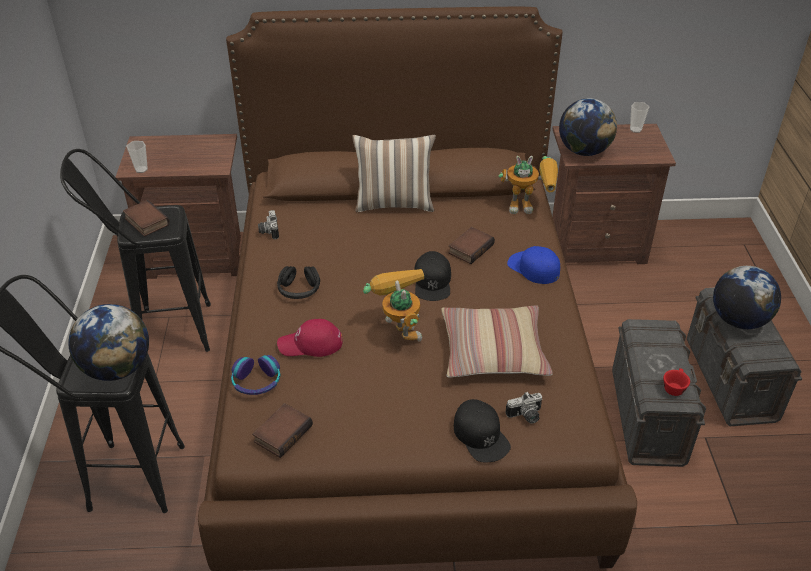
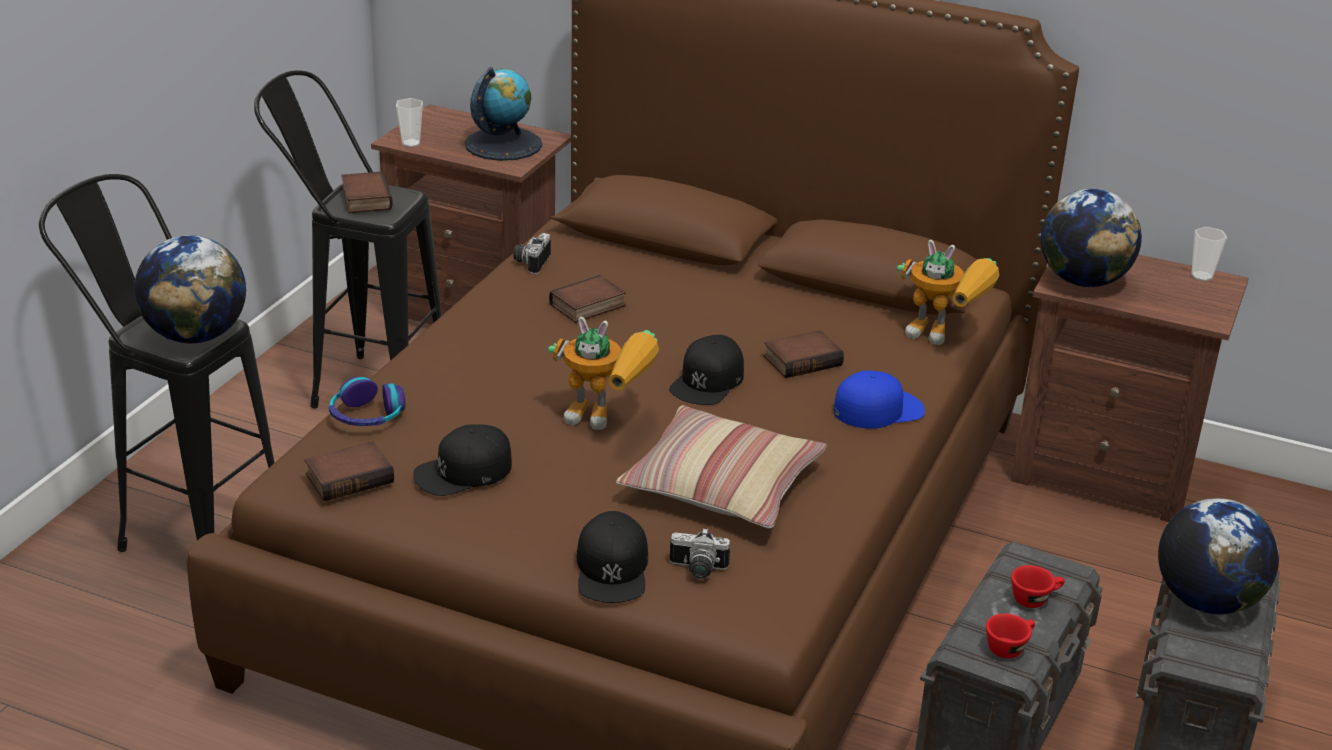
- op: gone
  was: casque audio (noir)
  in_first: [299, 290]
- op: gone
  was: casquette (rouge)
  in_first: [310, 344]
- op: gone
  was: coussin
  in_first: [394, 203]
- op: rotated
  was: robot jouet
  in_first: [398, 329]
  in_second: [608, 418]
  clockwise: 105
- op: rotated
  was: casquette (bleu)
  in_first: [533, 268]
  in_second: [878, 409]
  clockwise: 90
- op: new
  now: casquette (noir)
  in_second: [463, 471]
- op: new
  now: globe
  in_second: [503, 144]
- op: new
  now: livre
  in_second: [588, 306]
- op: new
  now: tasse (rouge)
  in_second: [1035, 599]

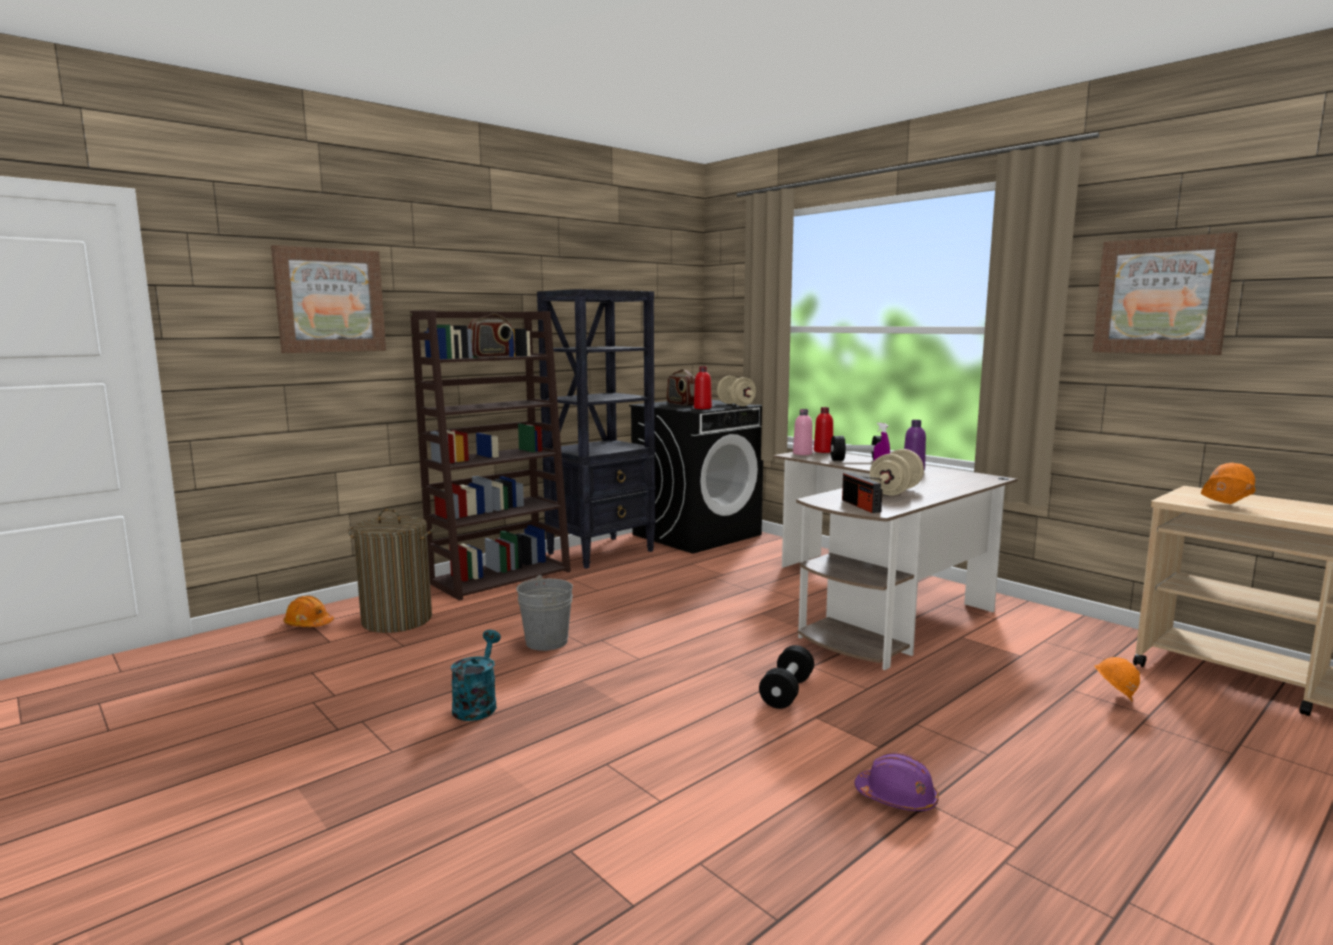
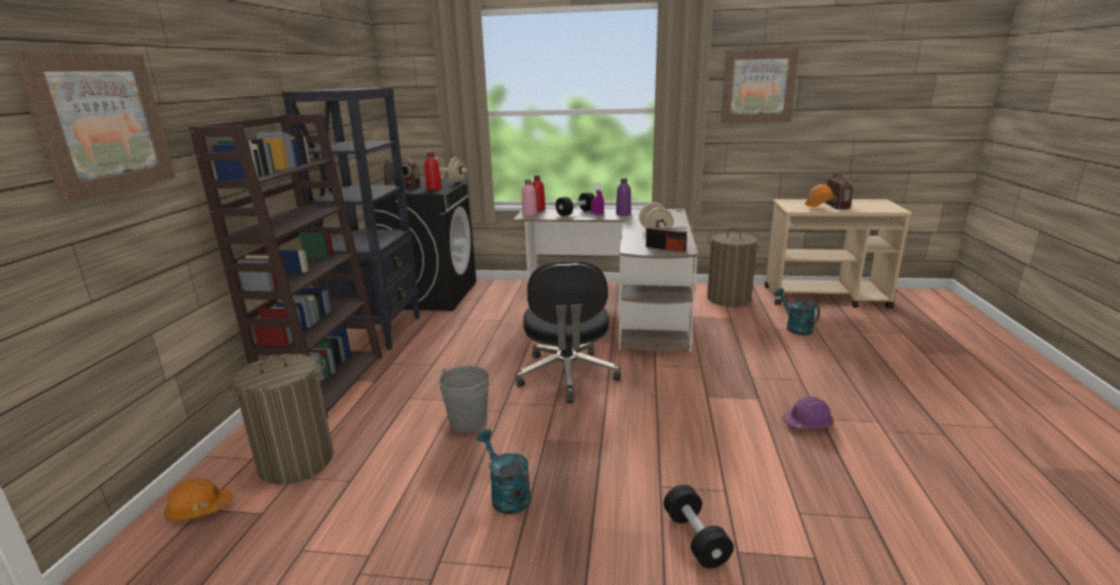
- op: shifted
  was: radio
  in_first: [491, 356]
  in_second: [836, 206]
- op: shifted
  was: haltère (noir)
  in_first: [787, 692]
  in_second: [695, 538]
- op: swapped
  was: casque de chantier (orange)
  now: arrosoir (turquoise)
  in_first: [1112, 699]
  in_second: [795, 327]
- op: new
  now: chaise de bureau (noir)
  in_second: [567, 376]
- op: new
  now: panier à linge
  in_second: [729, 299]

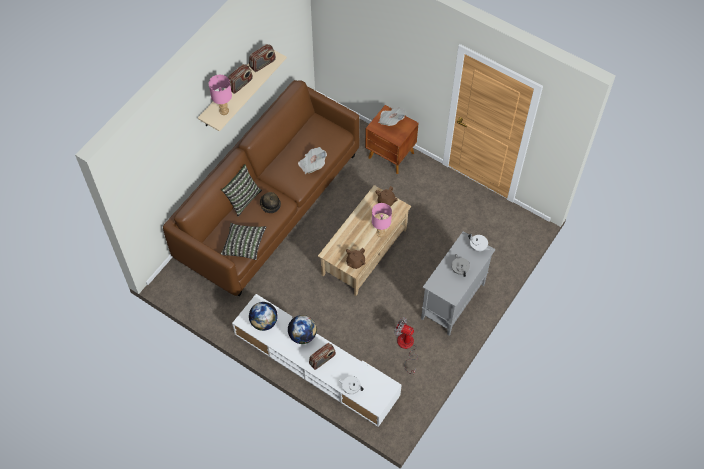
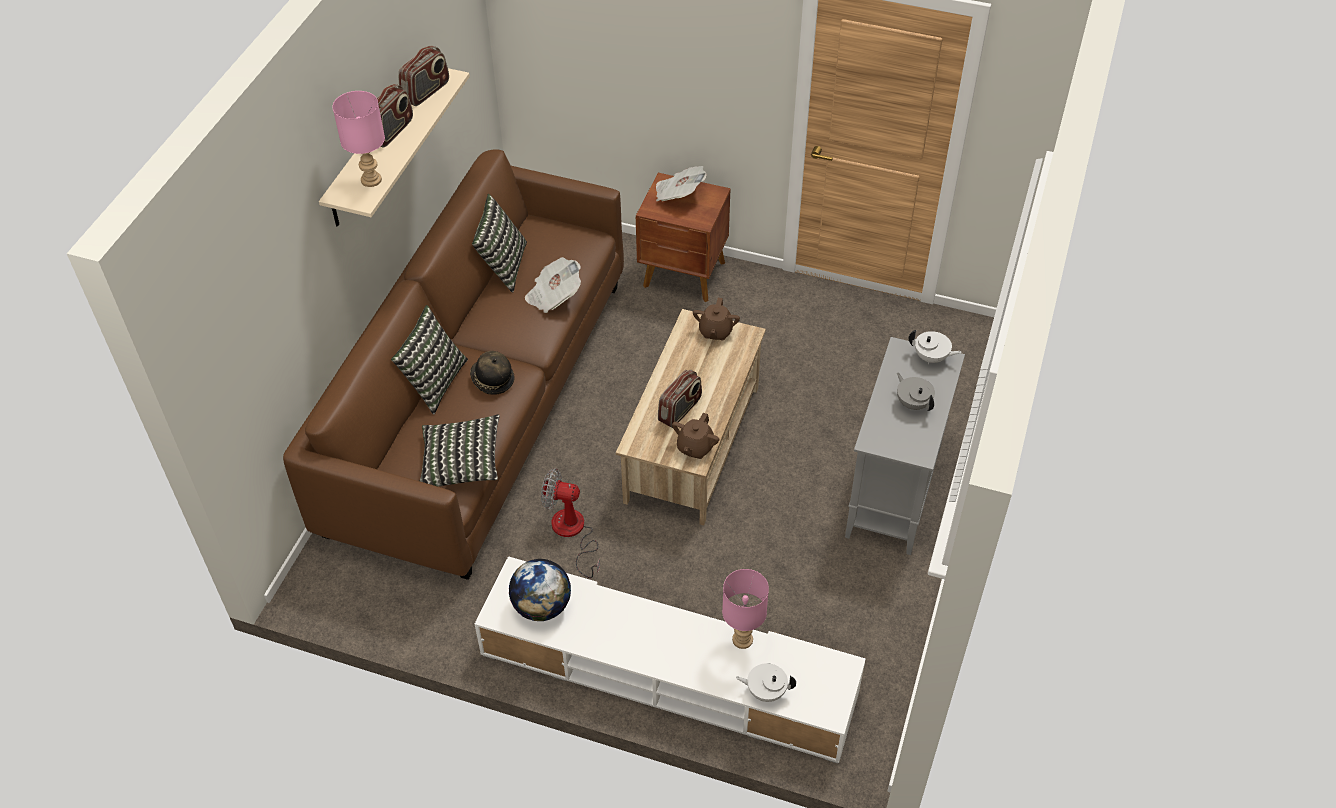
- op: gone
  was: globe
  in_first: [303, 335]
- op: shifted
  was: radio
  in_first: [322, 360]
  in_second: [680, 410]
- op: shifted
  was: lampe de table (rose)
  in_first: [380, 232]
  in_second: [742, 639]
- op: shifted
  was: ventilateur
  in_first: [406, 347]
  in_second: [572, 533]
- op: new
  now: coussin
  in_second: [502, 266]

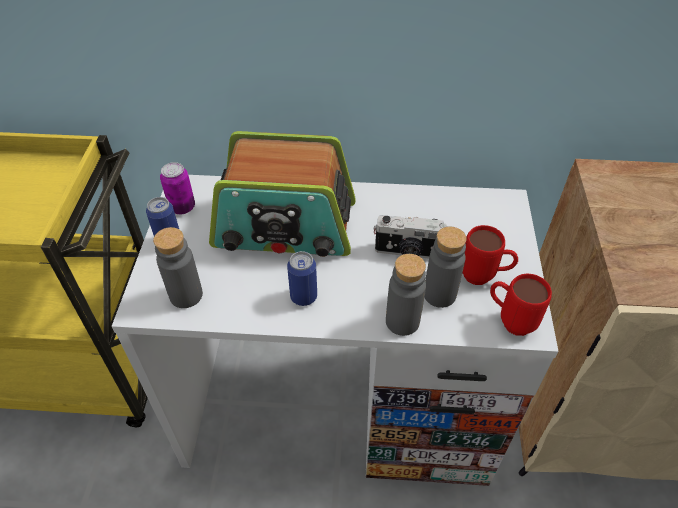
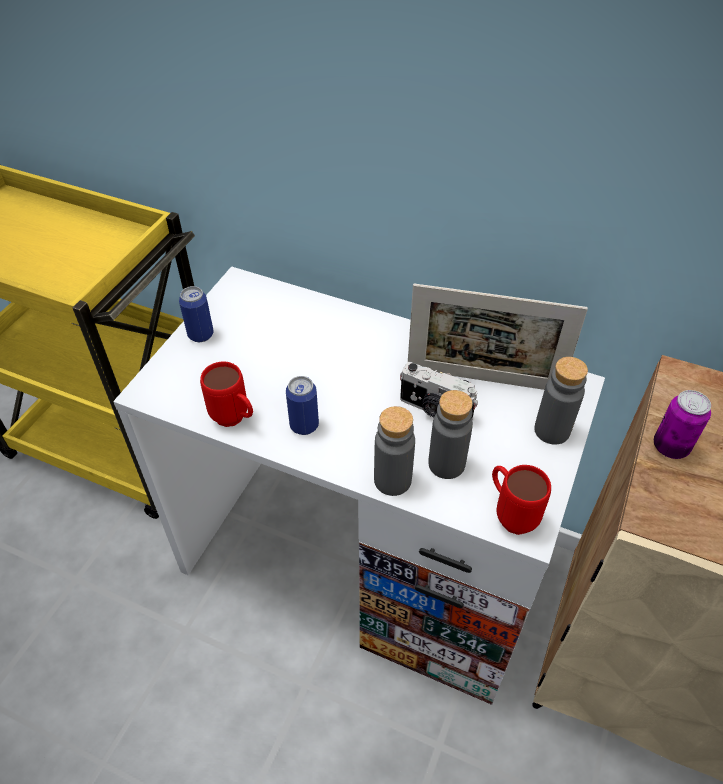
- op: shifted
  was: bouteille (gris)
  in_first: [186, 295]
  in_second: [552, 430]
- op: shifted
  was: boîte métallique
  in_first: [182, 207]
  in_second: [670, 447]
- op: gone
  was: radio
  in_first: [285, 226]
- op: shifted
  was: mug (rouge)
  in_first: [484, 277]
  in_second: [235, 420]
- op: new
  now: cadre photo
  in_second: [483, 379]

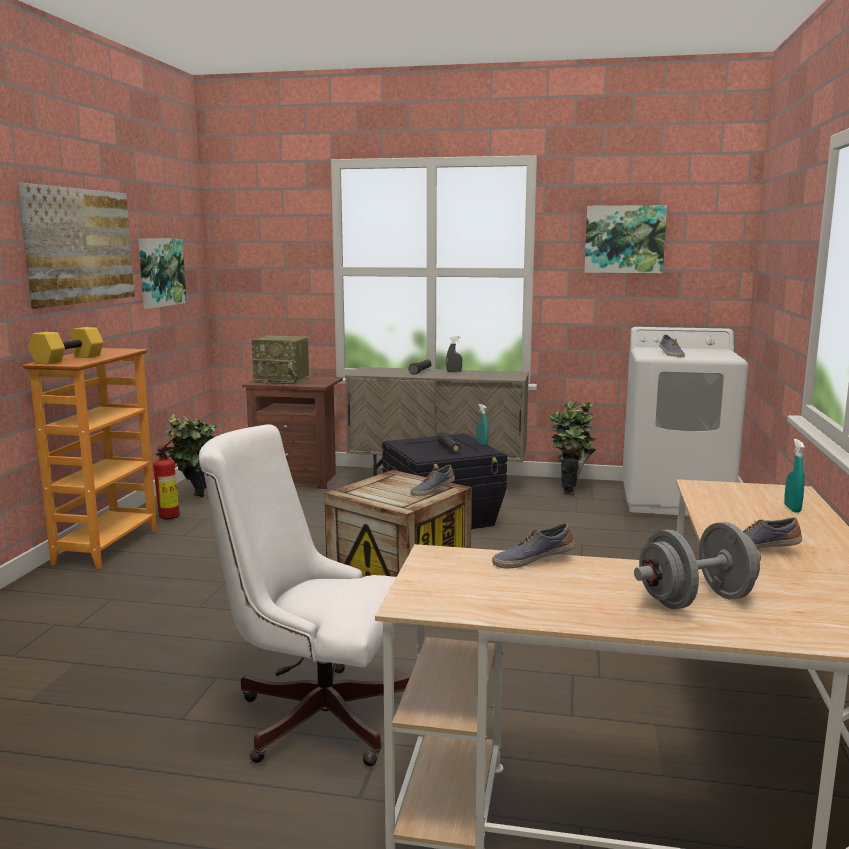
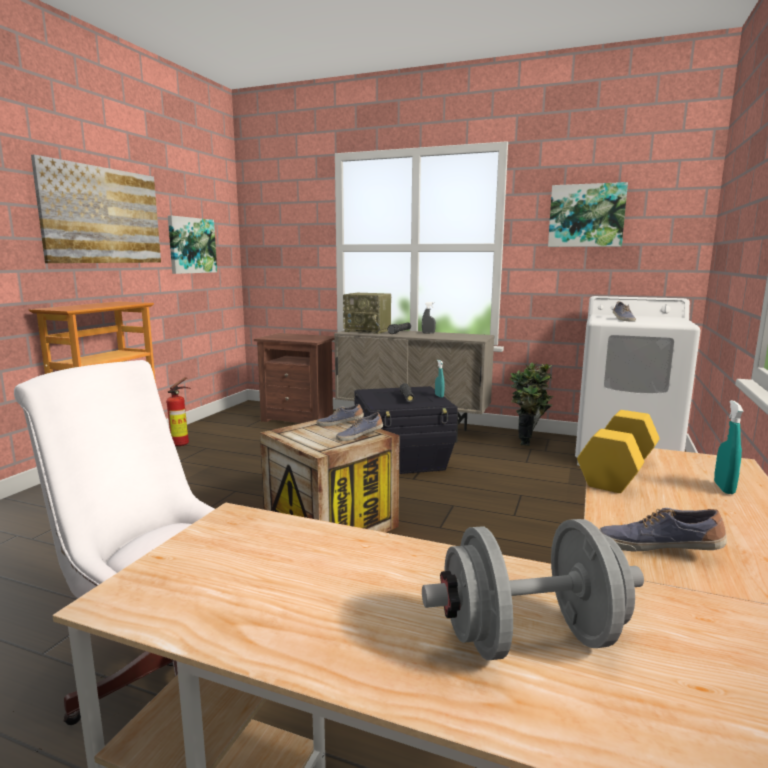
- op: shifted
  was: haltère (jaune)
  in_first: [68, 359]
  in_second: [619, 472]
- op: gone
  was: plante en pot
  in_first: [194, 501]
- op: shifted
  was: radio
  in_first: [283, 380]
  in_second: [368, 331]
- op: shifted
  was: chaussure
  in_first: [532, 560]
  in_second: [340, 424]

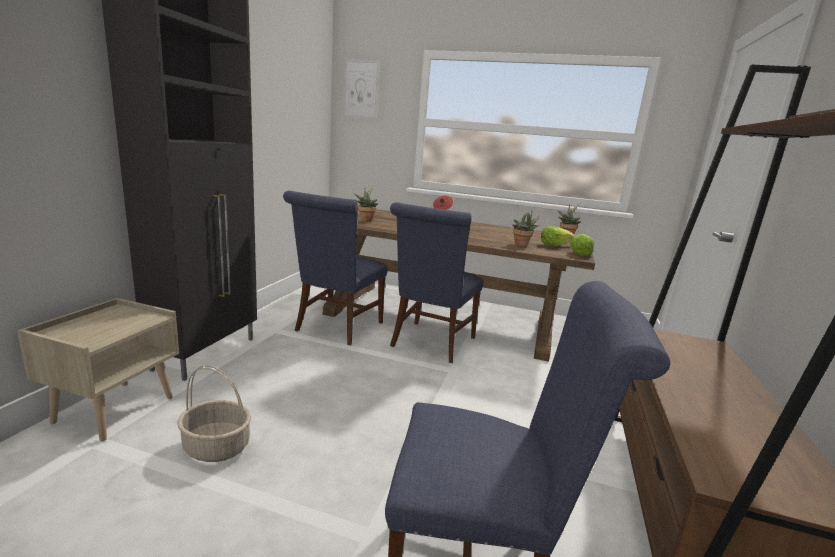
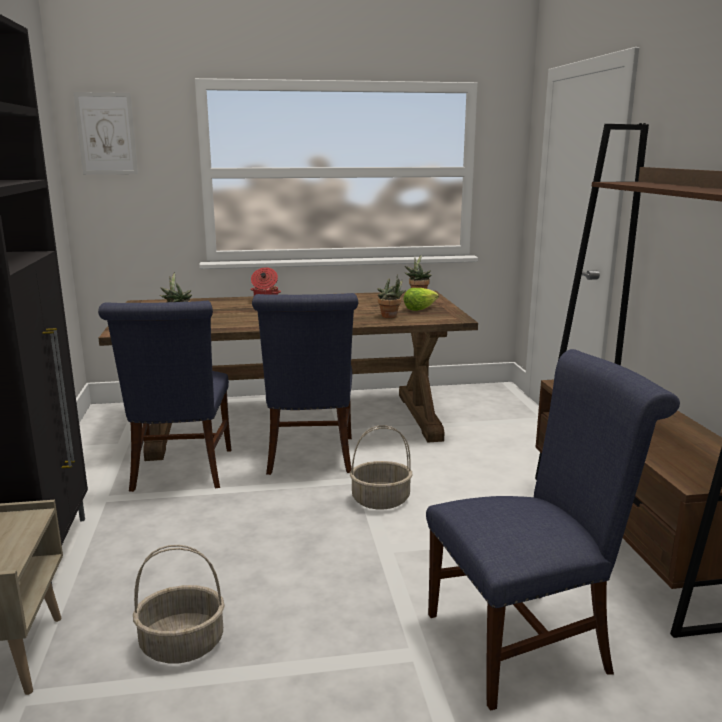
- op: gone
  was: laitue
  in_first: [579, 253]
- op: new
  now: panier
  in_second: [381, 500]

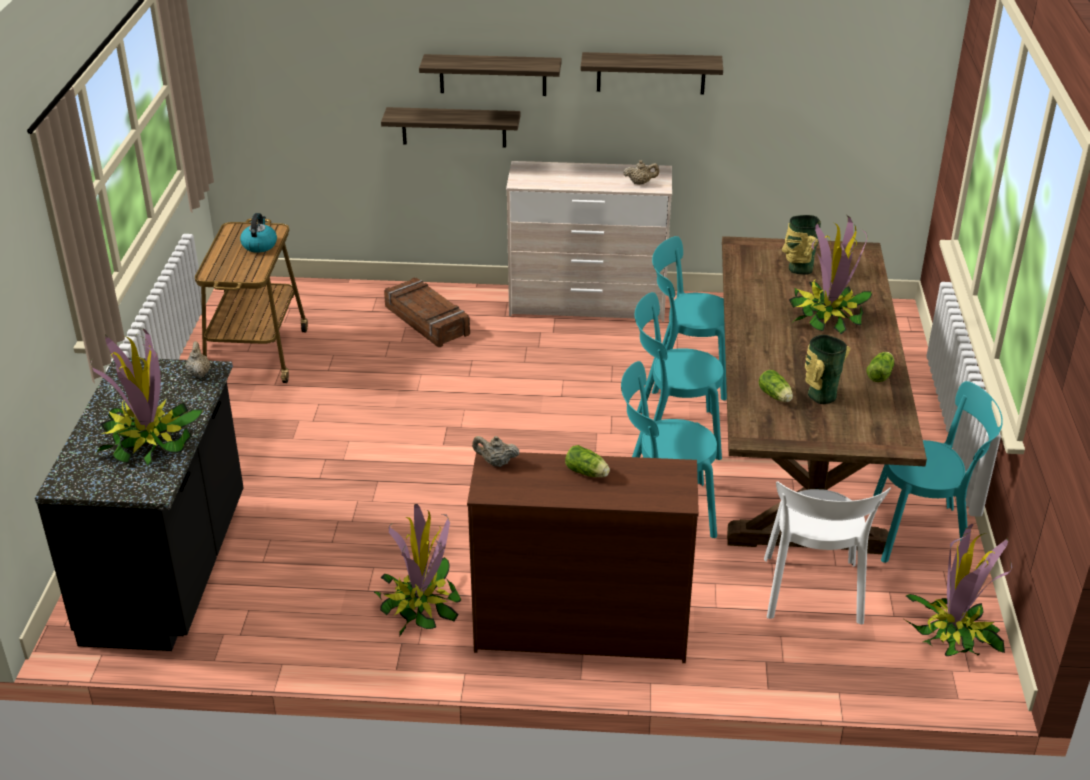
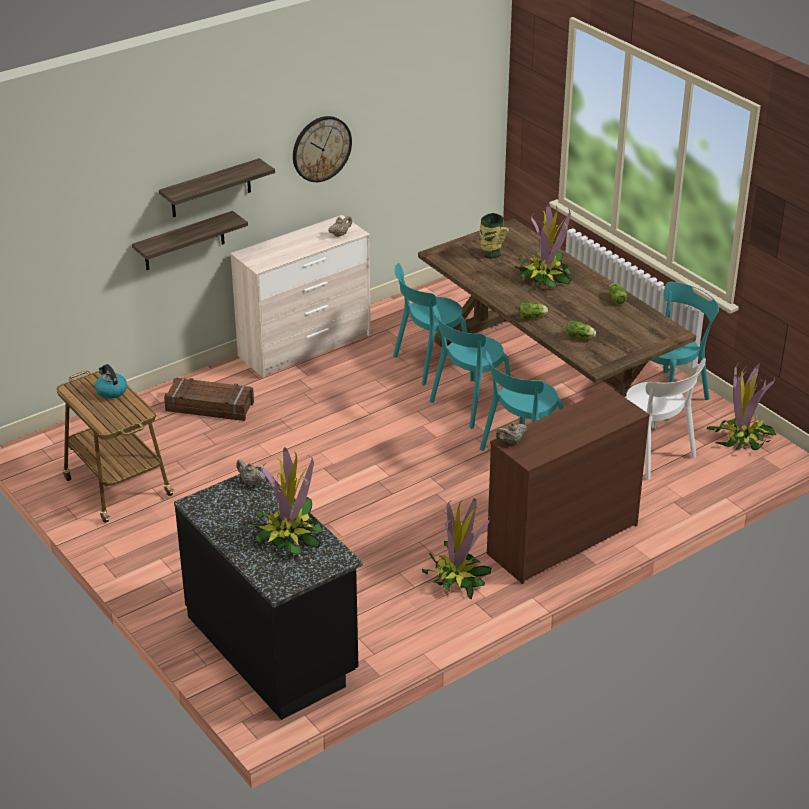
- op: shifted
  was: laitue
  in_first: [588, 473]
  in_second: [533, 317]
- op: swapped
  was: étagère
  now: horloge murale
  in_first: [651, 73]
  in_second: [321, 148]
- op: gone
  was: vase
  in_first: [820, 395]

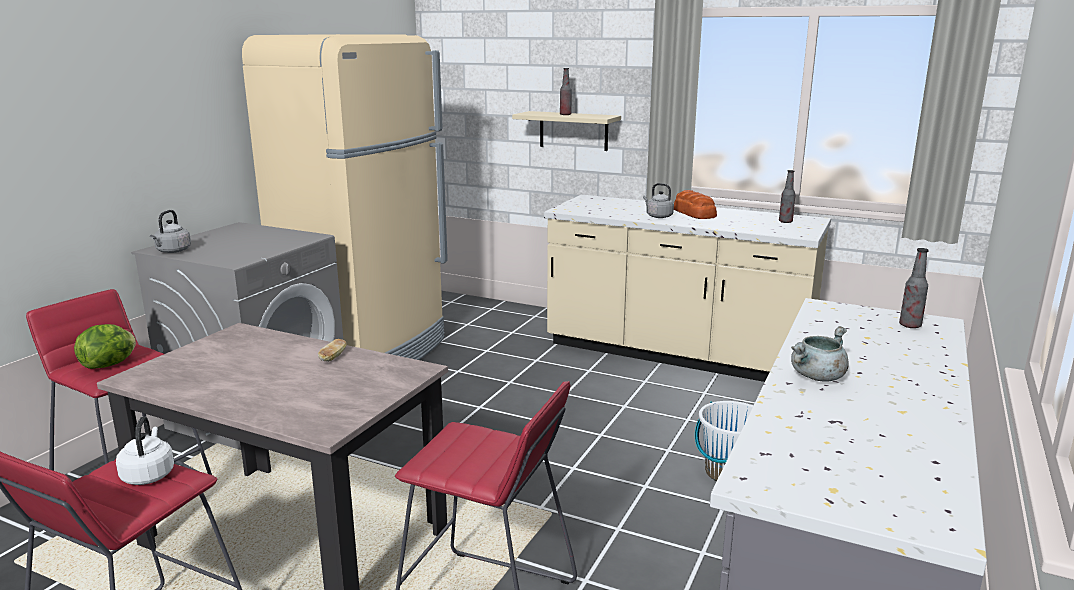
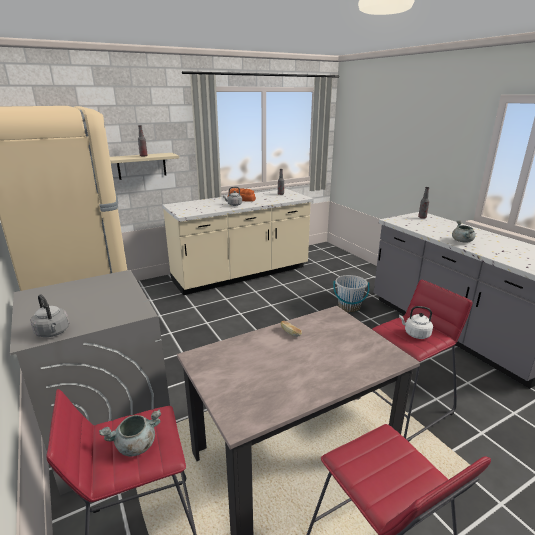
- op: swapped
  was: laitue
  now: marmite (gris)
  in_first: [110, 364]
  in_second: [135, 446]
- op: shifted
  was: bouilloire (blanc)
  in_first: [149, 474]
  in_second: [415, 334]

